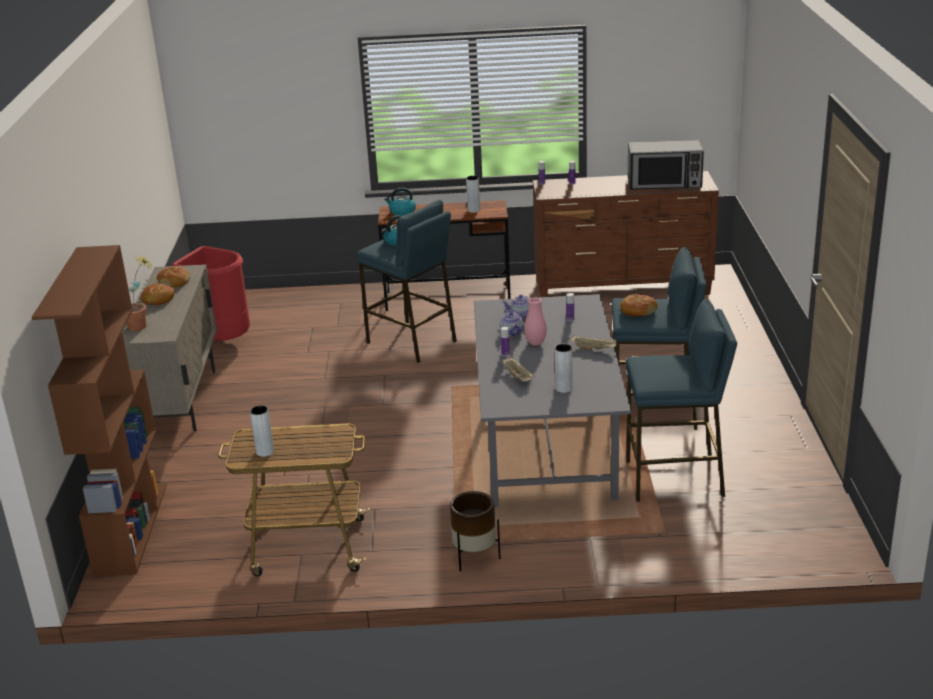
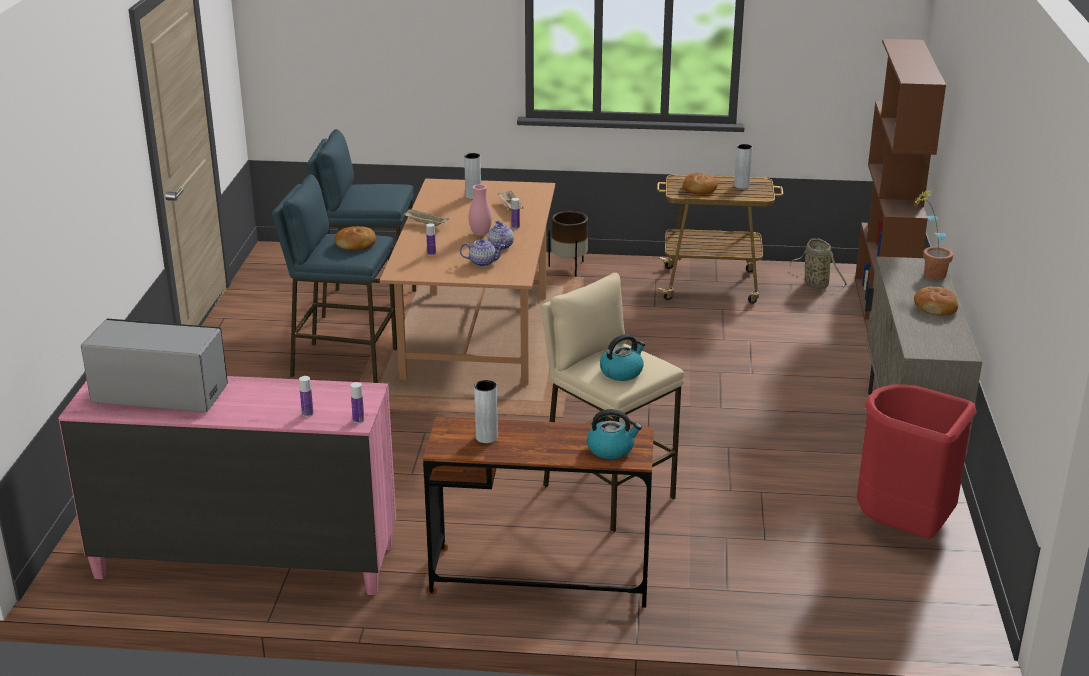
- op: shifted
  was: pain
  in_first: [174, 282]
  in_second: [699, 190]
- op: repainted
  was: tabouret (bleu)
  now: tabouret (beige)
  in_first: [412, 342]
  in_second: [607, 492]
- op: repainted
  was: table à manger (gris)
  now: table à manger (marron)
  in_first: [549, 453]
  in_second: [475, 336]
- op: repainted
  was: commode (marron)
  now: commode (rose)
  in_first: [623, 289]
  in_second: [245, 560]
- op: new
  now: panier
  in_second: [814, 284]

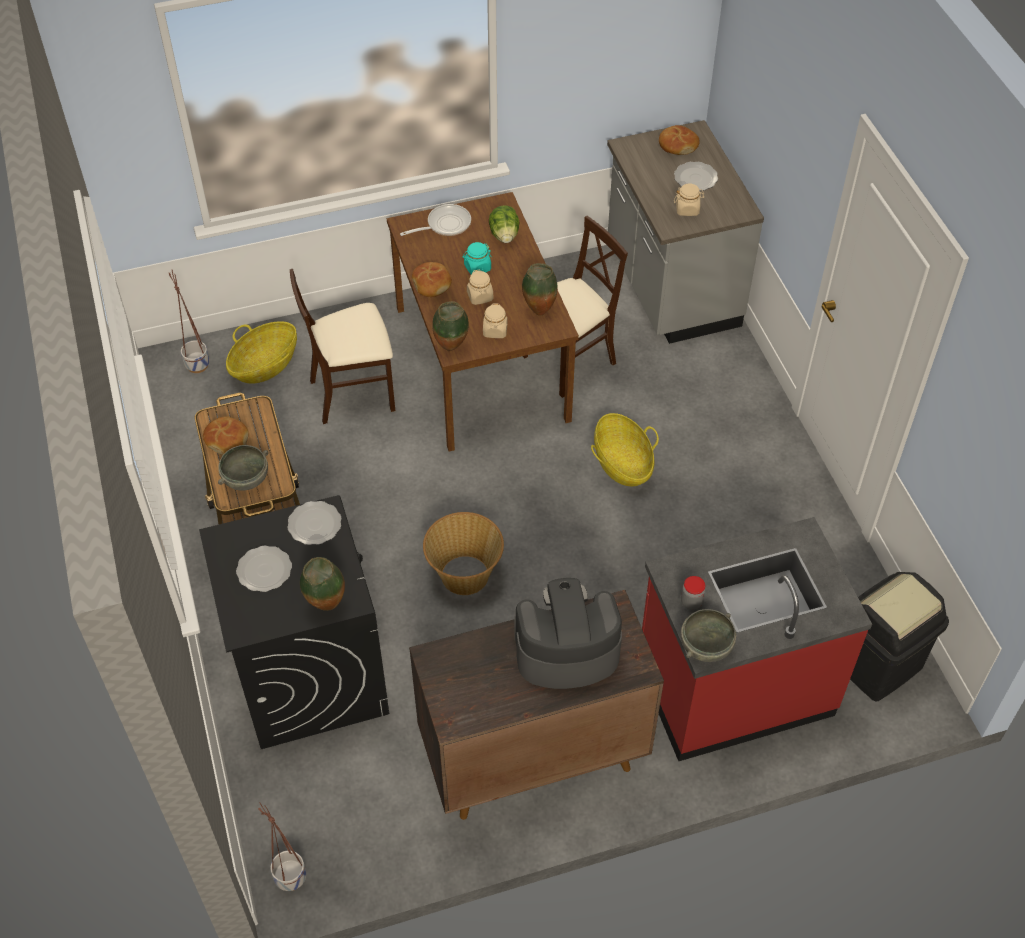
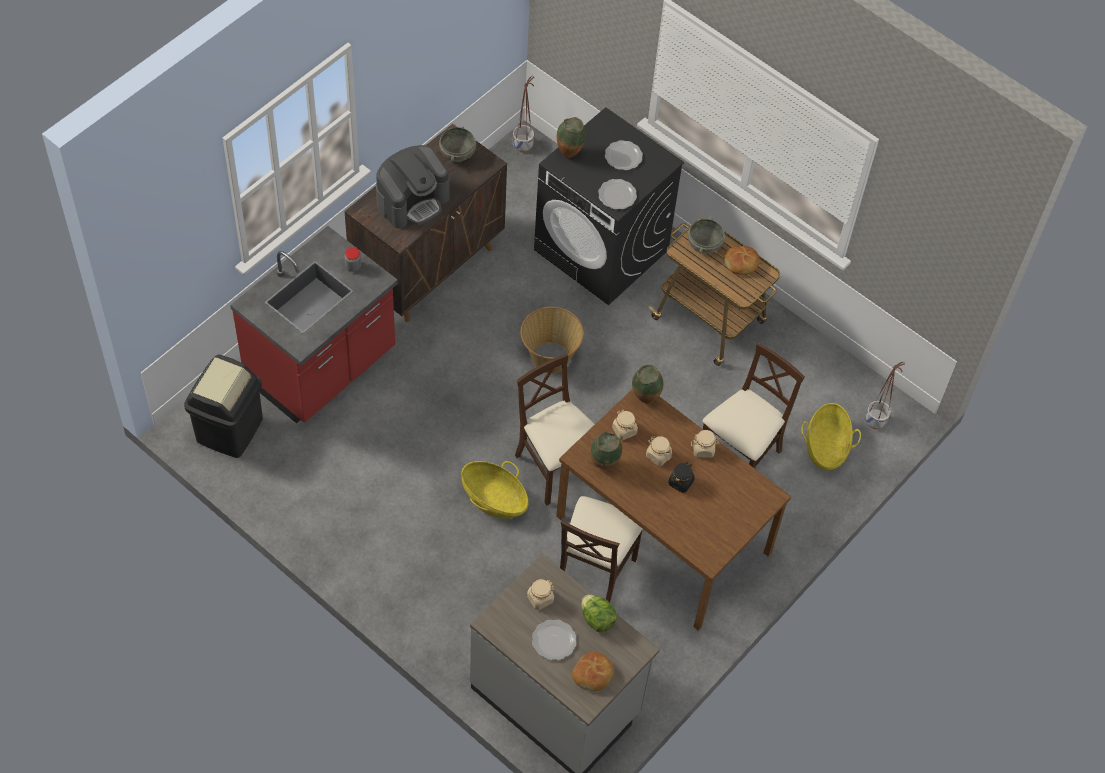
- op: gone
  was: poêle
  in_first: [445, 225]
- op: swapped
  was: pain
  now: bocal (beige)
  in_first: [432, 284]
  in_second: [703, 449]
- op: repainted
  was: bocal (turquoise)
  now: bocal (noir)
  in_first: [477, 268]
  in_second: [680, 482]
- op: shifted
  was: laitue
  in_first: [504, 235]
  in_second: [597, 619]
- op: shifted
  was: bol (gris)
  in_first: [705, 646]
  in_second: [458, 154]
- op: new
  now: chaise (beige)
  in_second: [556, 468]

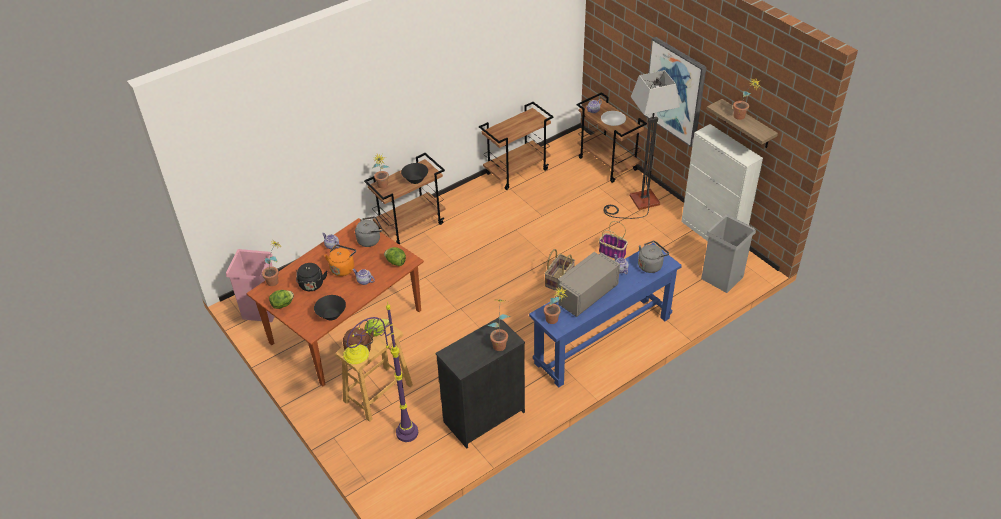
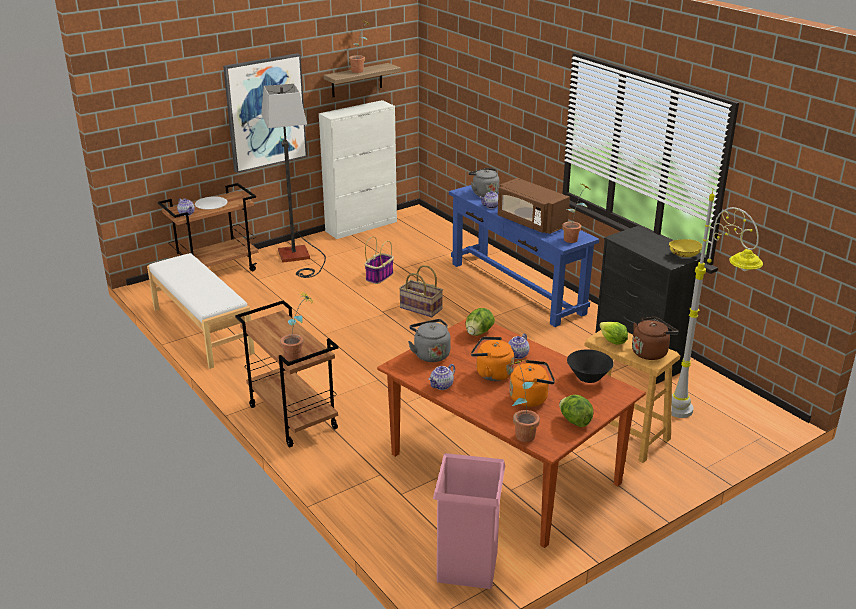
- op: repainted
  was: bouilloire (noir)
  now: bouilloire (orange)
  in_first: [312, 286]
  in_second: [531, 398]
- op: repainted
  was: lampadaire (violet)
  now: lampadaire (gris)
  in_first: [390, 442]
  in_second: [697, 421]
- op: gone
  was: bol (noir)
  in_first: [415, 180]
- op: swapped
  was: chariot (marron)
  now: banc (blanc)
  in_first: [517, 171]
  in_second: [201, 331]
- op: gone
  was: plante en pot
  in_first: [500, 342]
- op: repainted
  was: micro-ondes (gris)
  now: micro-ondes (marron)
  in_first: [586, 294]
  in_second: [530, 222]
- op: gone
  was: poubelle (gris)
  in_first: [722, 277]
- op: new
  now: bol (jaune)
  in_second: [684, 256]

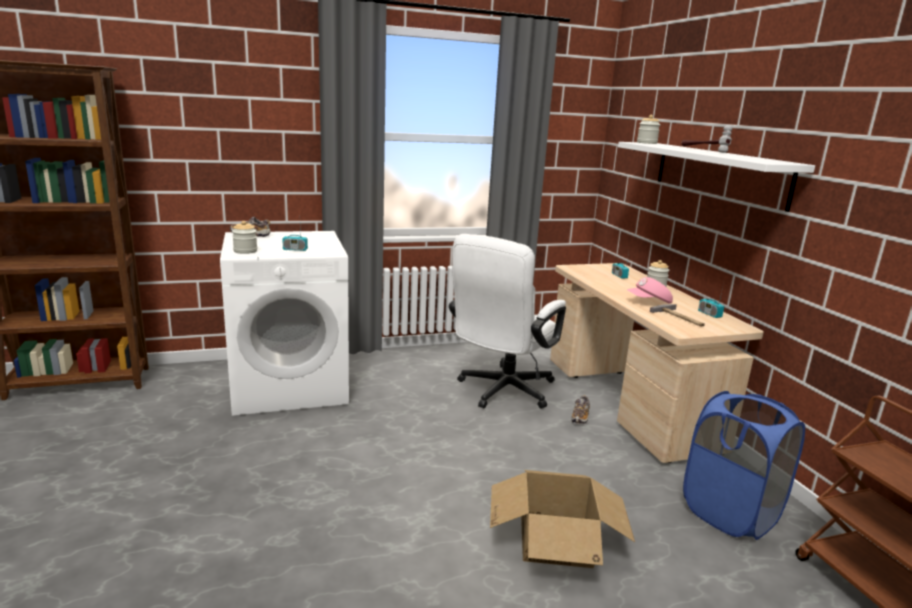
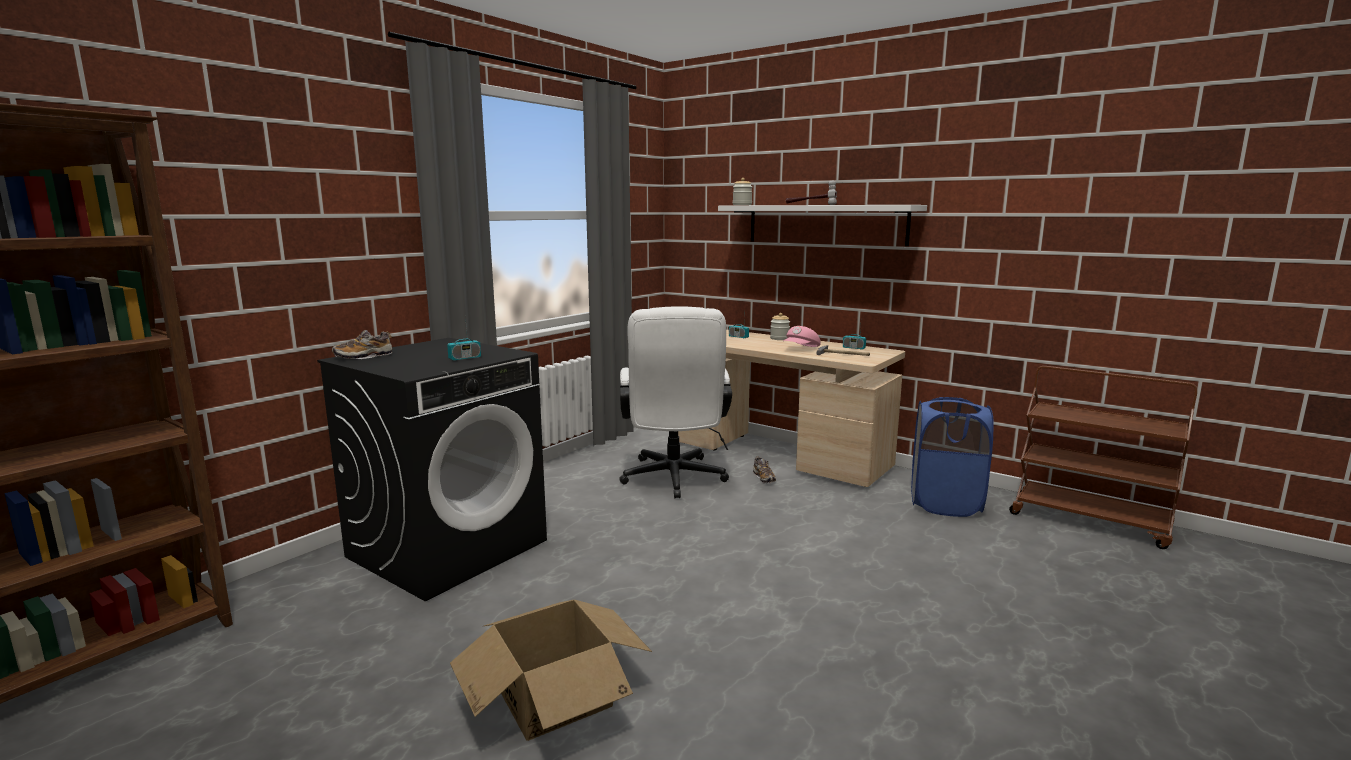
- op: repainted
  was: lave-linge (blanc)
  now: lave-linge (noir)
  in_first: [290, 386]
  in_second: [448, 548]
- op: gone
  was: bocal
  in_first: [245, 251]
- op: shifted
  was: carton
  in_first: [555, 540]
  in_second: [554, 696]

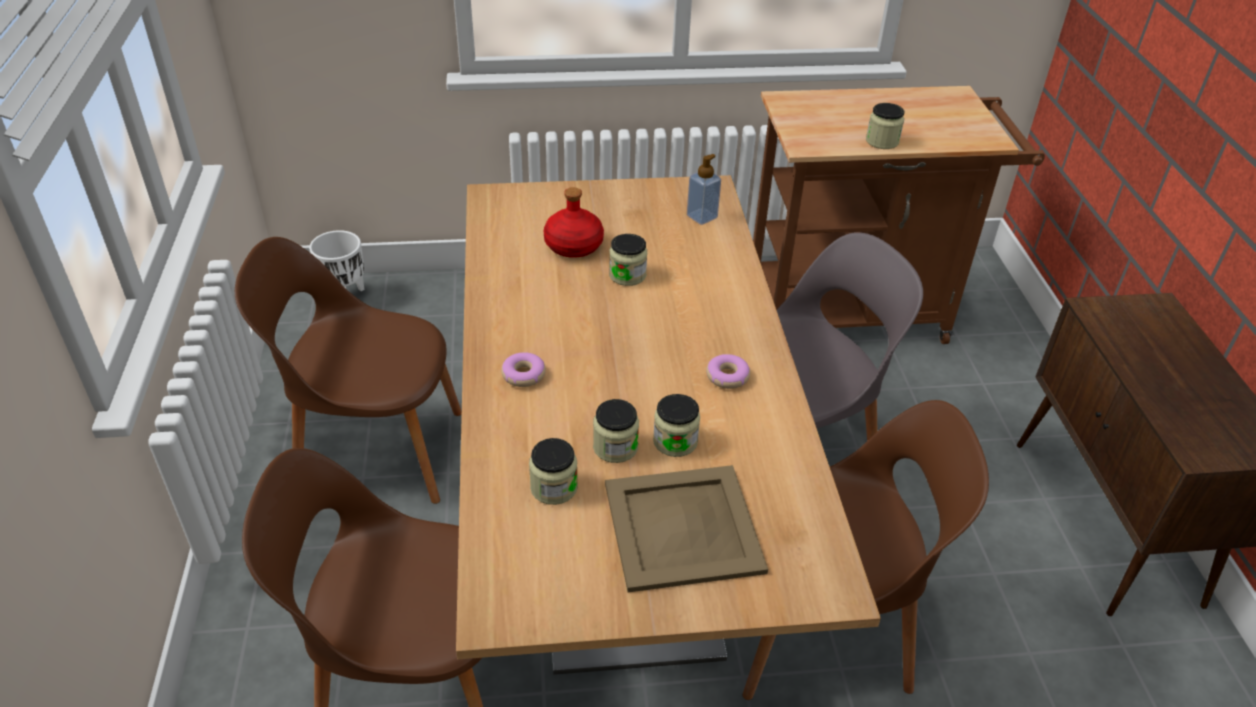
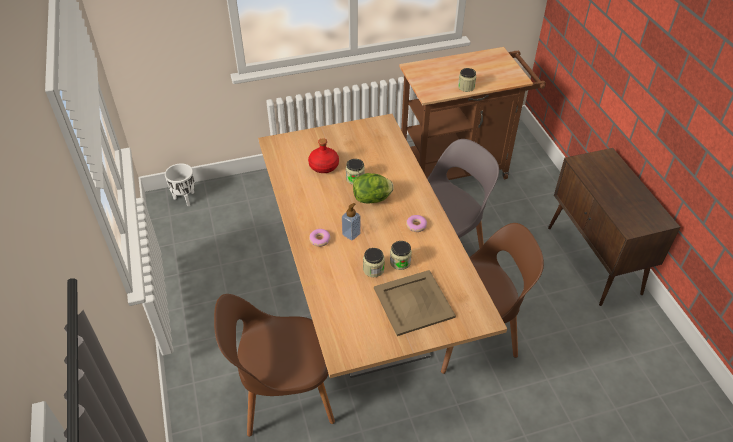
- op: gone
  was: chaise (marron)
  in_first: [375, 451]
- op: gone
  was: bocal
  in_first: [554, 487]
- op: shifted
  was: distributeur de savon
  in_first: [702, 217]
  in_second: [351, 234]
- op: new
  now: laitue
  in_second: [372, 199]

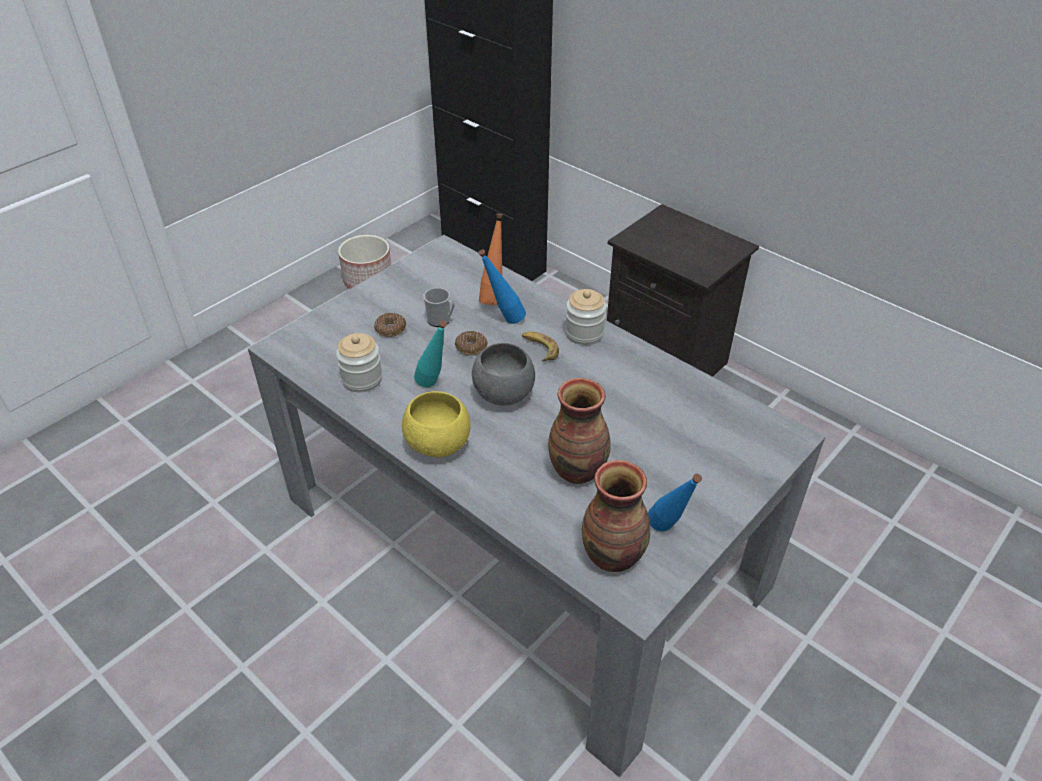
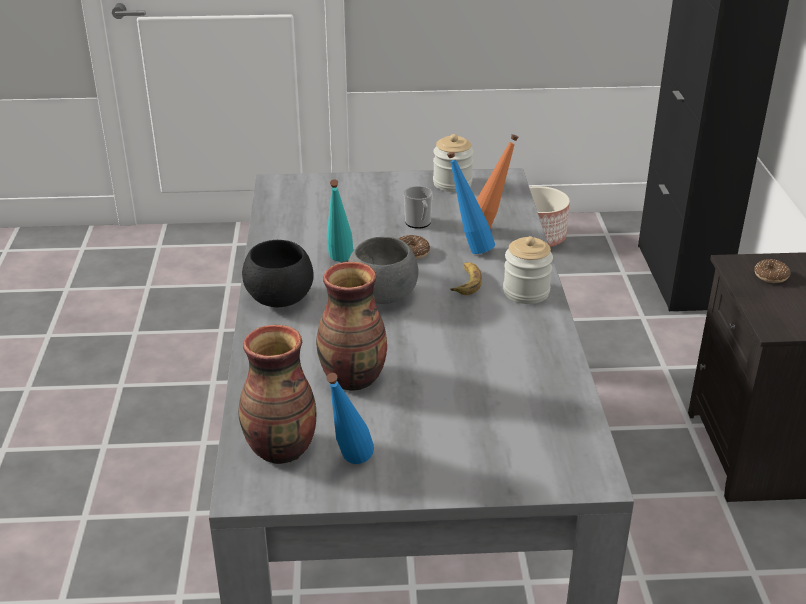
- op: shifted
  was: bocal
  in_first: [362, 379]
  in_second: [452, 183]
- op: shifted
  was: beignet
  in_first: [390, 329]
  in_second: [771, 276]
- op: repainted
  was: bol (jaune)
  now: bol (noir)
  in_first: [437, 445]
  in_second: [279, 300]

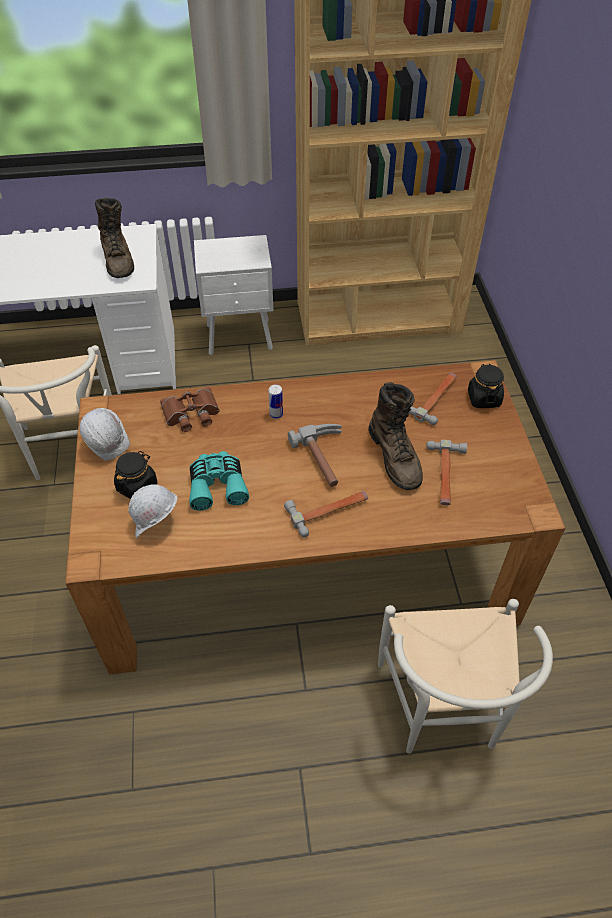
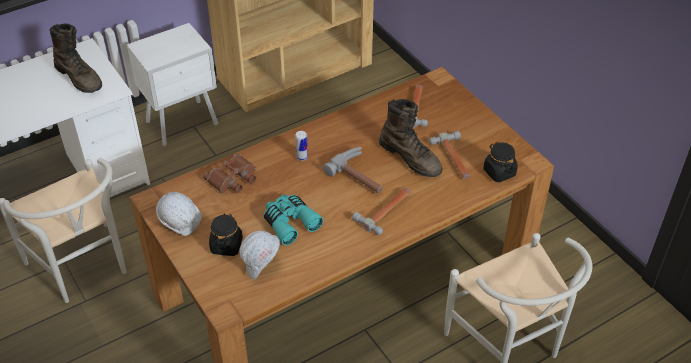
- op: shifted
  was: bocal (noir)
  in_first: [483, 398]
  in_second: [499, 172]

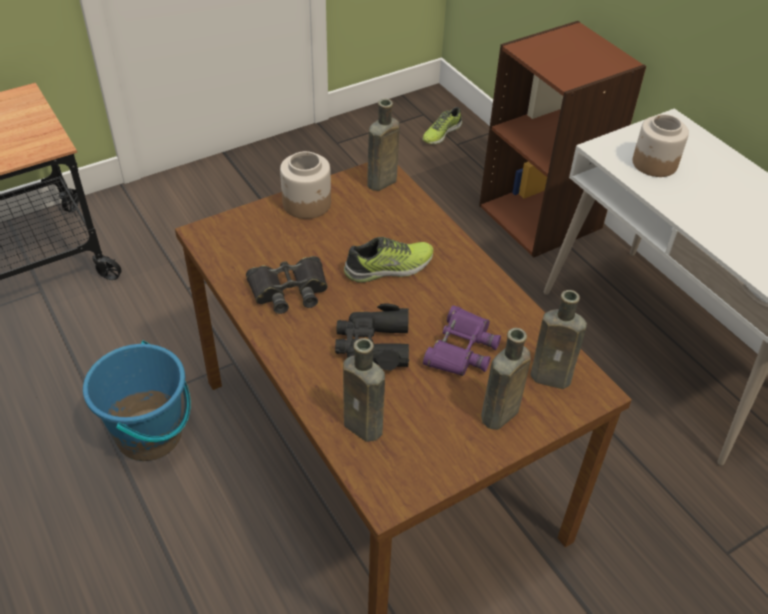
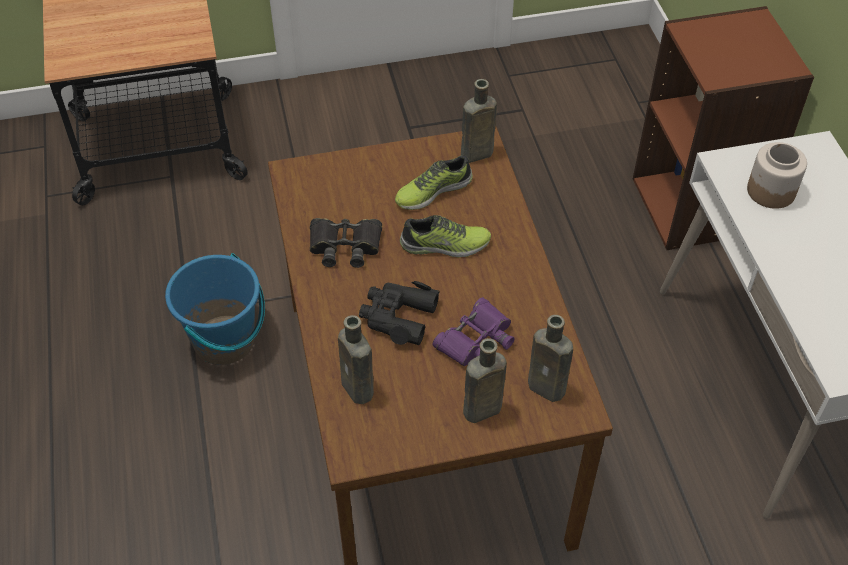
- op: gone
  was: bocal
  in_first: [307, 204]
- op: shifted
  was: chaussure
  in_first: [441, 133]
  in_second: [432, 191]

